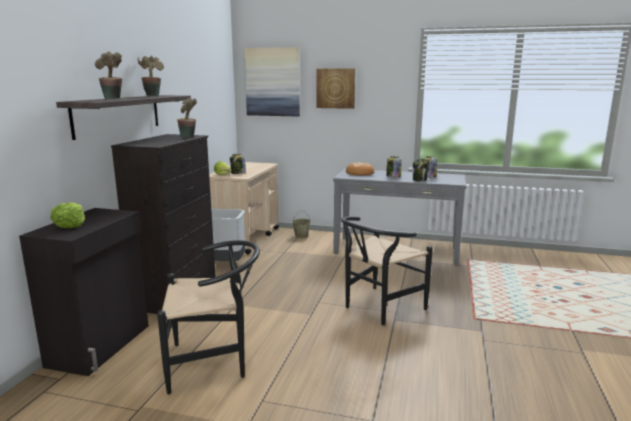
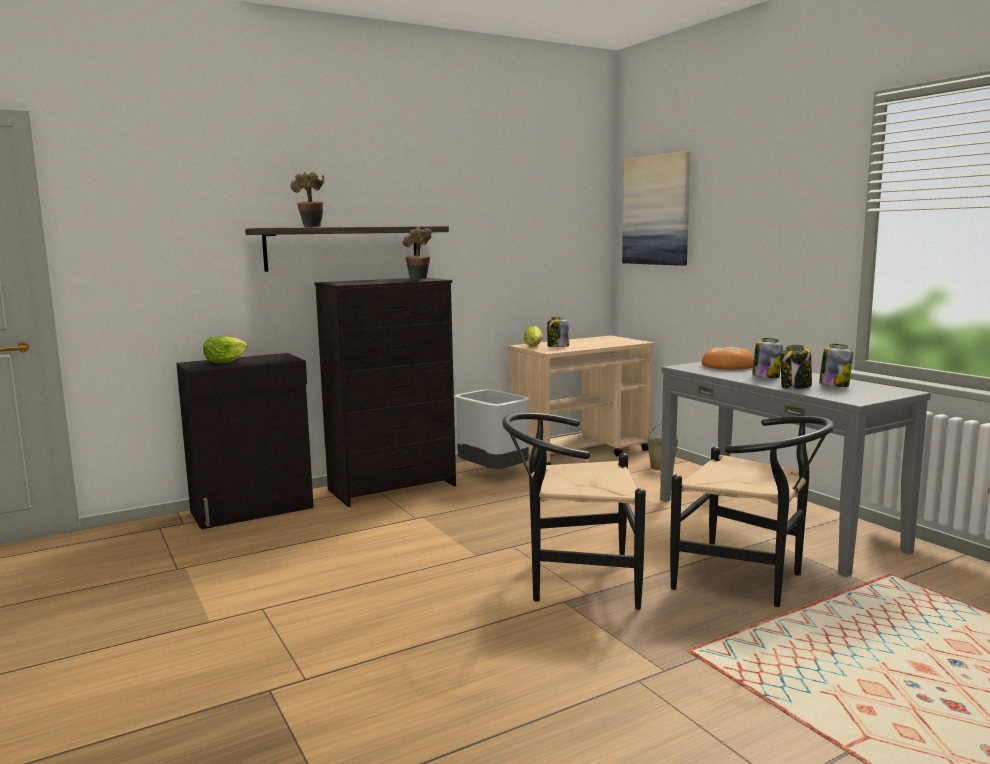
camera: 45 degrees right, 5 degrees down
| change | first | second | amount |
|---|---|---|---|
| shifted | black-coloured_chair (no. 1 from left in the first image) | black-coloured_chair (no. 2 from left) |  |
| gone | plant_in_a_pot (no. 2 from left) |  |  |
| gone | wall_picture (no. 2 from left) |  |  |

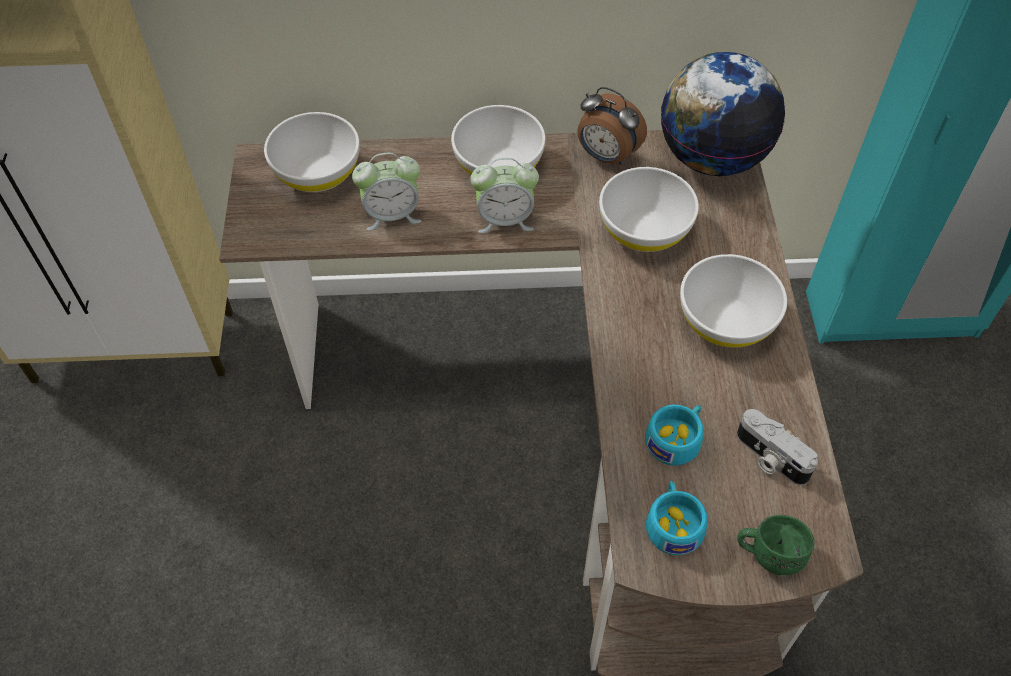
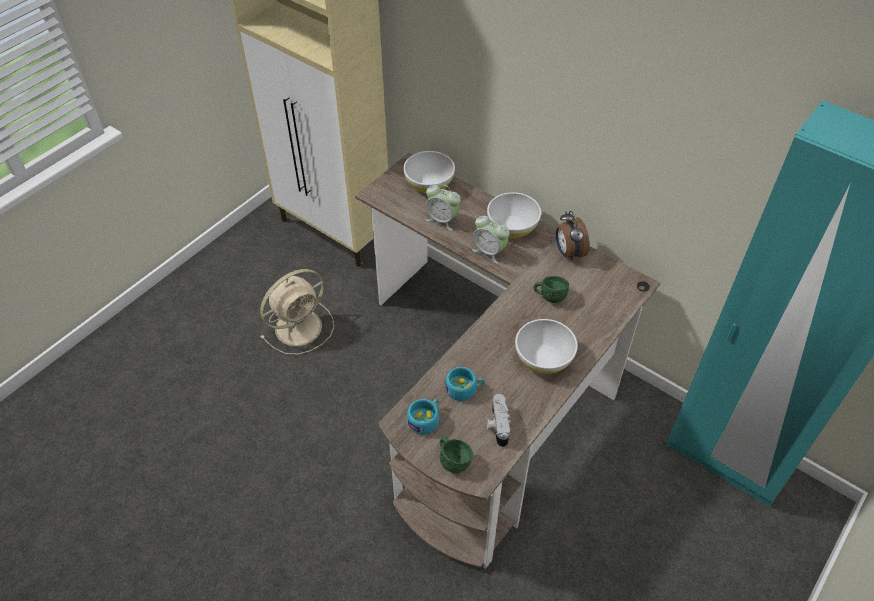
camera: 40 degrees right, 5 degrees down
| change | first | second | amount |
|---|---|---|---|
| new |  | beige-coloured_fan |  |
| swapped | white-coloured_serving_bowl (no. 3 from left) | green-coloured_tea_mug (no. 2 from left) |  |
| gone | world_globe |  |  |

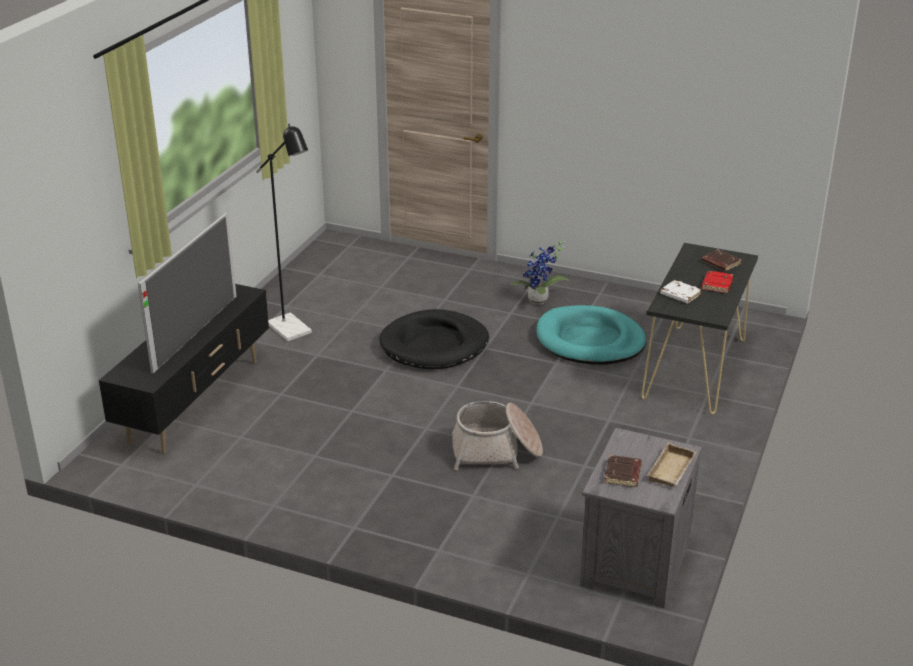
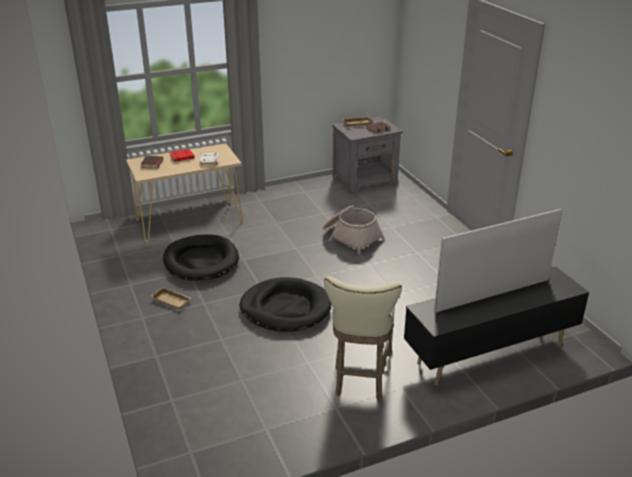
camera: 135 degrees left, 0 degrees up
| change | first | second | amount |
|---|---|---|---|
| repainted | black-coloured_console_table | beige-coloured_console_table |  |
| swapped | plant_in_a_pot | beige-coloured_serving_tray (no. 1 from left) |  |
| repainted | blue-green_pet_bed | black-coloured_pet_bed (no. 1 from left) |  |
| swapped | black-coloured_standard_lamp | beige-coloured_sitting_stool |  |

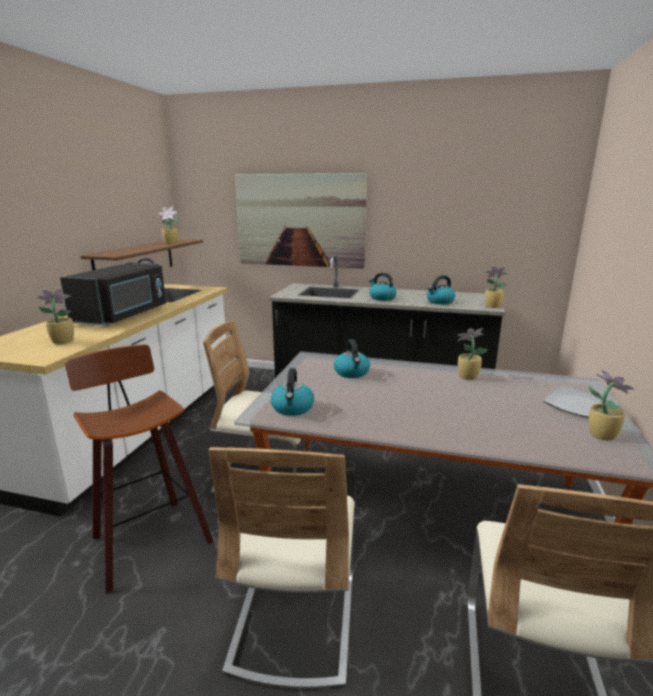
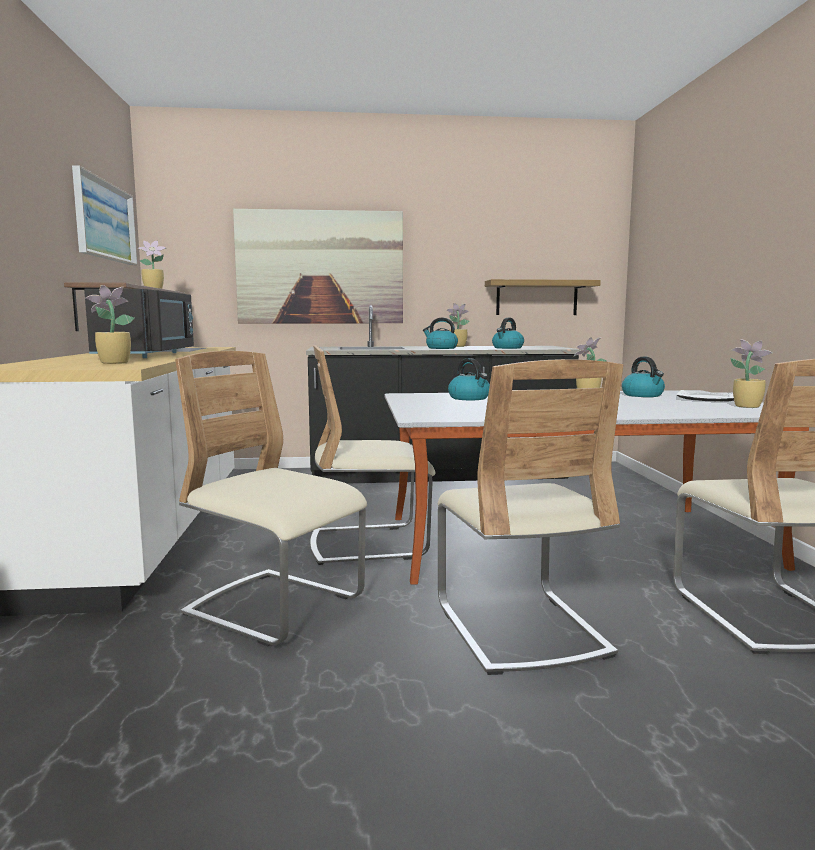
camera: 20 degrees left, 10 degrees down
| change | first | second | amount |
|---|---|---|---|
| new |  | wall_picture (no. 1 from left) |  |
| swapped | sitting_stool | beige-coloured_chair (no. 1 from left) |  |
| shifted | plant_in_a_pot (no. 4 from left in the first image) | plant_in_a_pot (no. 3 from left) |  |
| new |  | wall_shelf (no. 2 from left) |  |
| shifted | water_kettle (no. 1 from left in the first image) | water_kettle (no. 4 from left) |  |

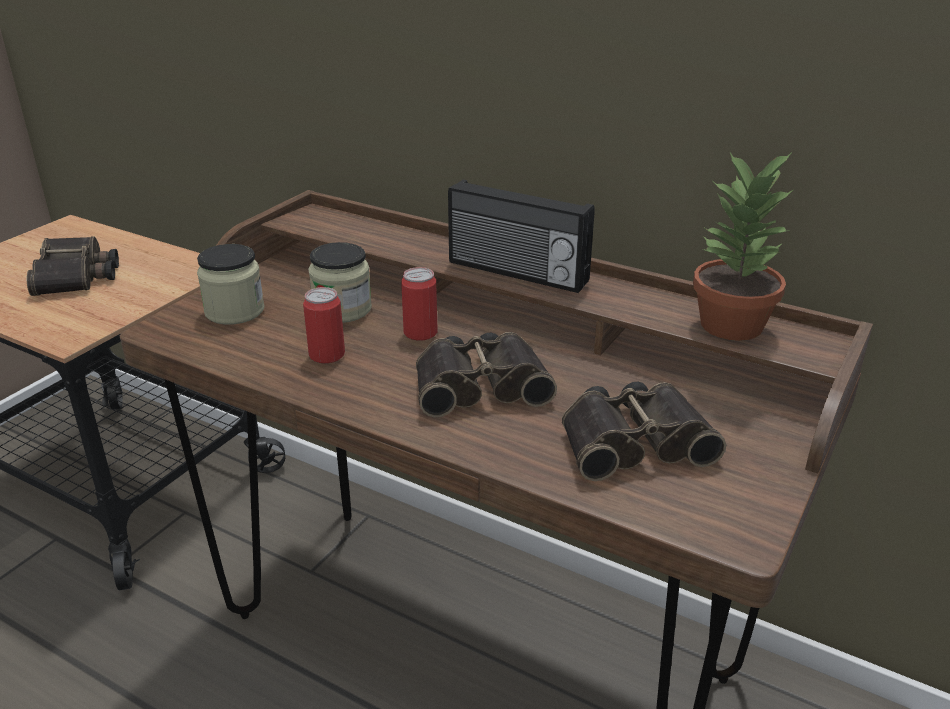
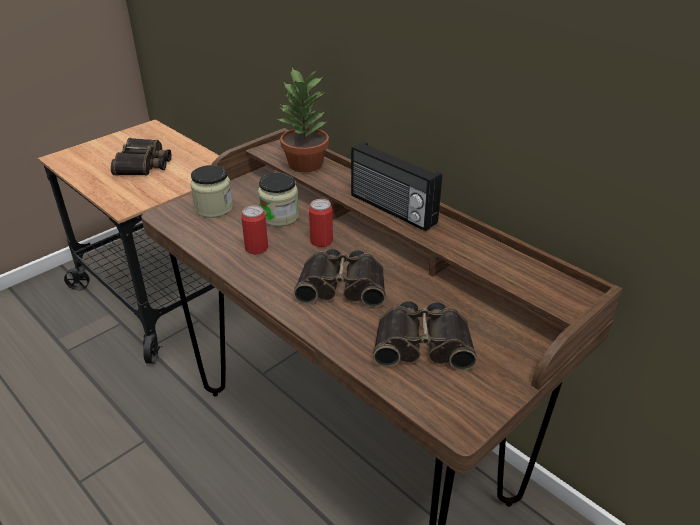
camera: 15 degrees right, 5 degrees up
| change | first | second | amount |
|---|---|---|---|
| shifted | plant_in_a_pot |  |  |

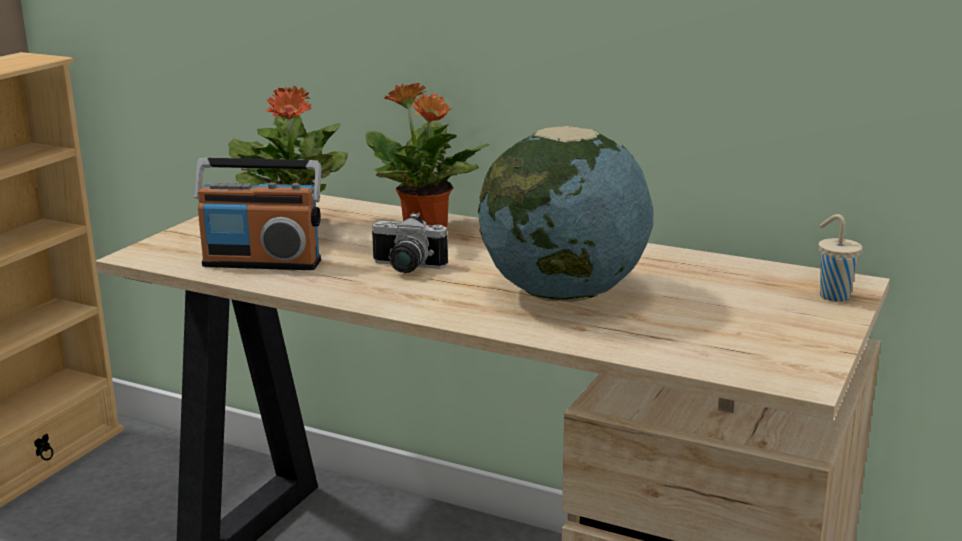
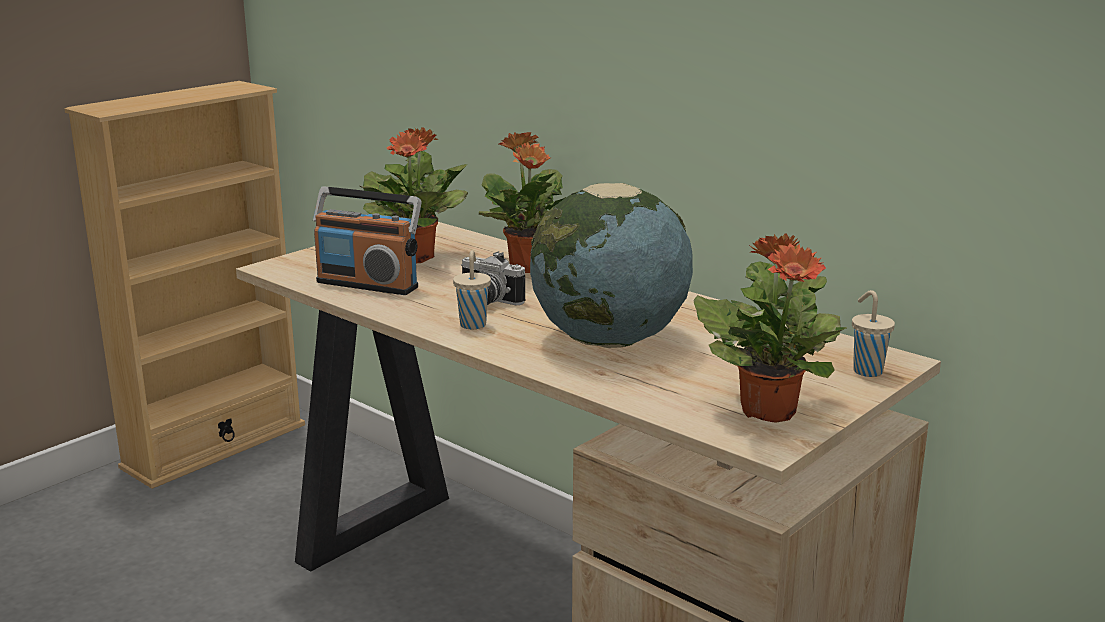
camera: 15 degrees right, 0 degrees up
| change | first | second | amount |
|---|---|---|---|
| new |  | beige-coloured_cup (no. 1 from left) |  |
| new |  | plant_in_a_pot (no. 3 from left) |  |

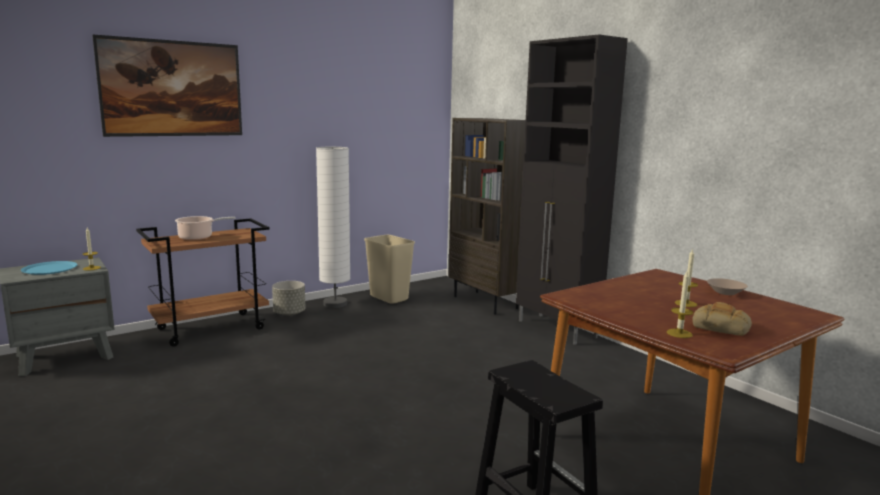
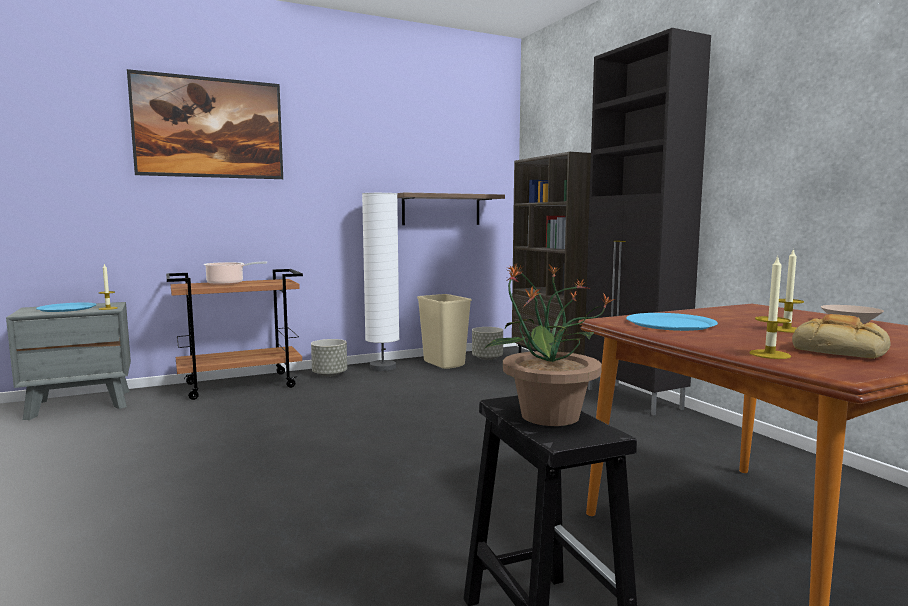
camera: 10 degrees right, 5 degrees down
| change | first | second | amount |
|---|---|---|---|
| new |  | wall_shelf |  |
| new |  | grey_flower_pot (no. 2 from left) |  |
| new |  | plant_in_a_pot |  |
| new |  | bluish_dinner_plate (no. 2 from left) |  |

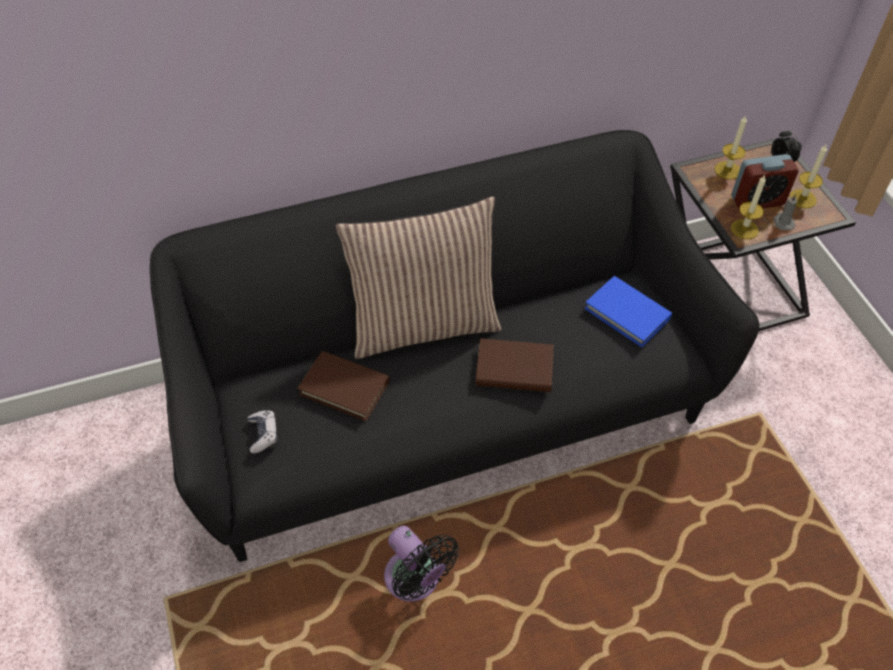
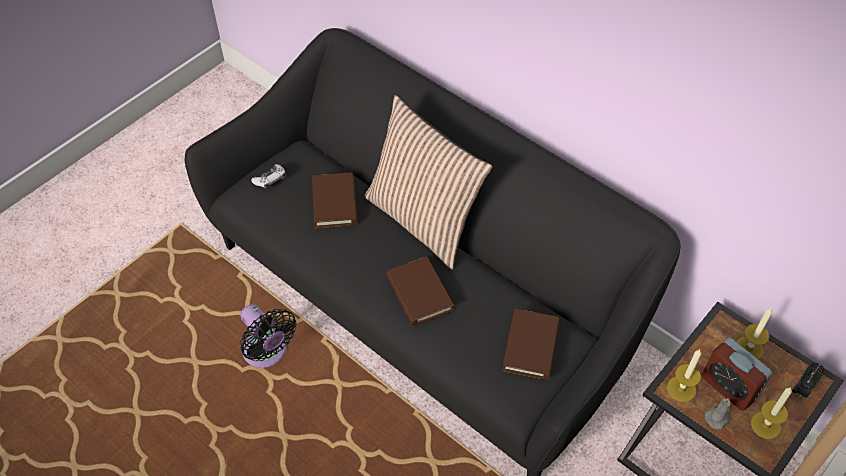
camera: 60 degrees right, 0 degrees up
| change | first | second | amount |
|---|---|---|---|
| rotated | black-coloured_fan |  | 60 degrees counterclockwise |
| repainted | bluish_book | brown-coloured_book (no. 3 from left) |  |

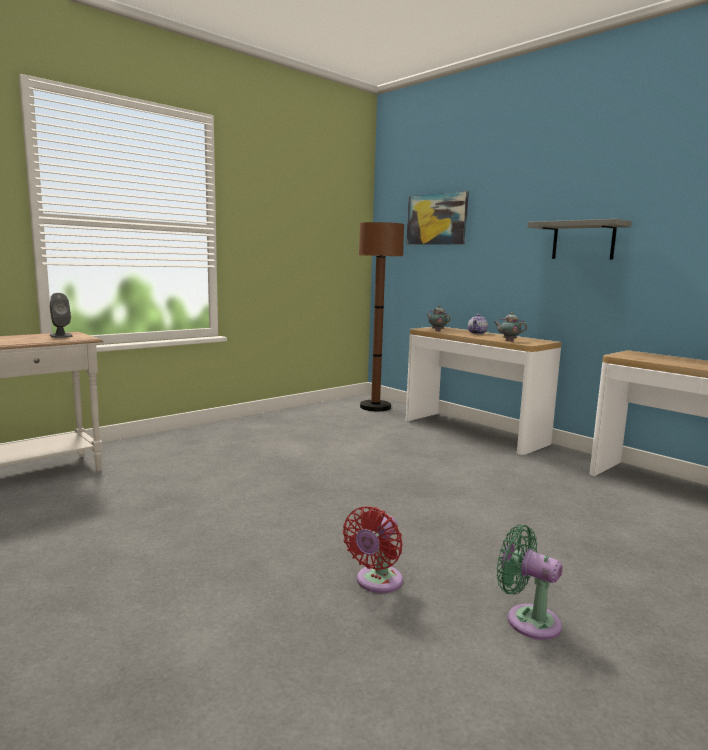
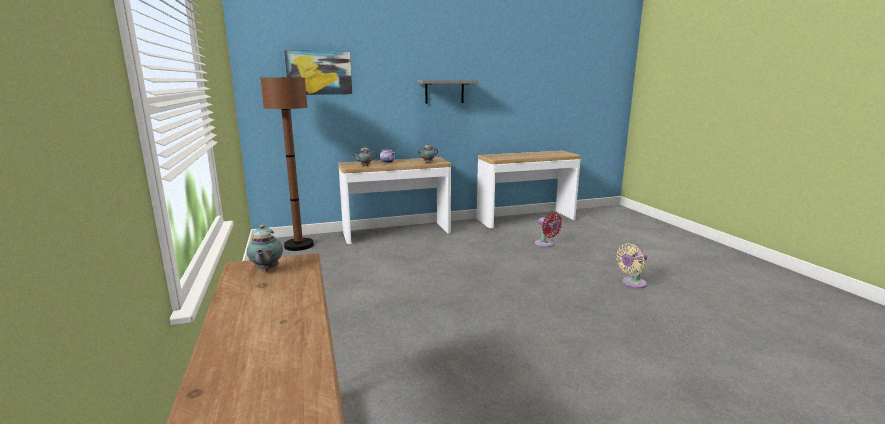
camera: 65 degrees left, 5 degrees up
| change | first | second | amount |
|---|---|---|---|
| swapped | grey_loudspeaker | teapot (no. 1 from left) |  |
| shifted | reddish_fan |  |  |
| repainted | green-coloured_fan | beige-coloured_fan |  |

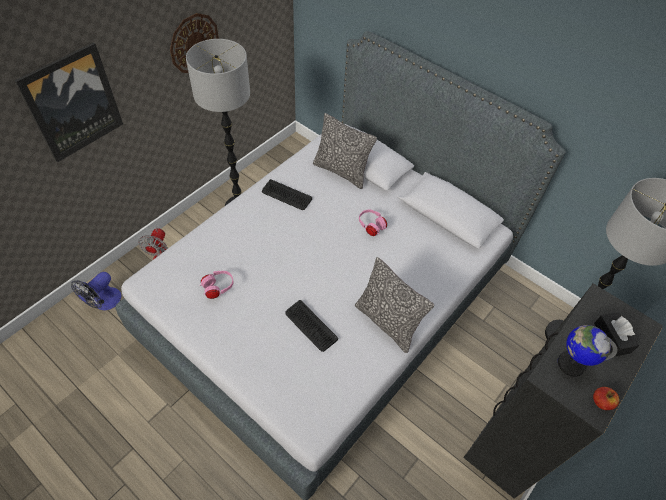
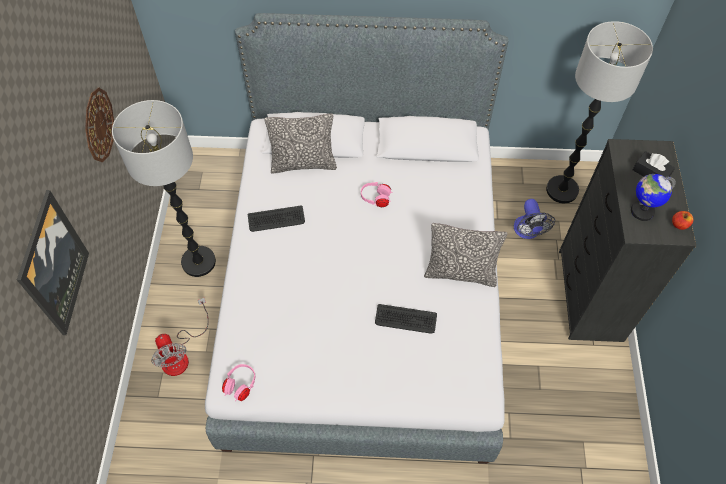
camera: 35 degrees left, 5 degrees up
| change | first | second | amount |
|---|---|---|---|
| shifted | pink_headset (no. 1 from left) |  |  |
| shifted | fan (no. 1 from left in the first image) | fan (no. 2 from left) |  |

